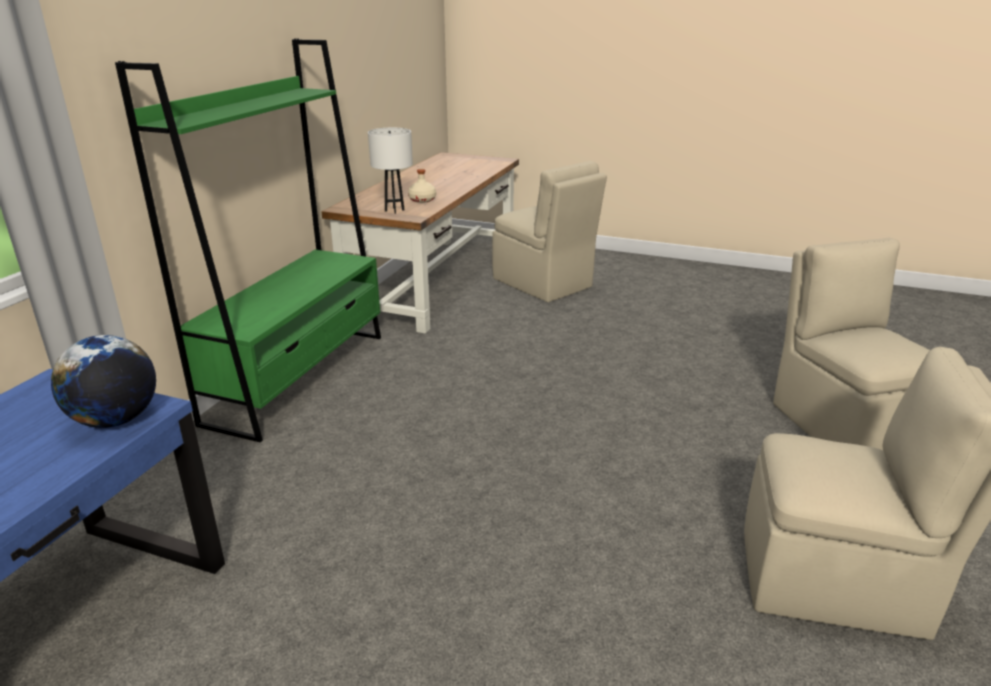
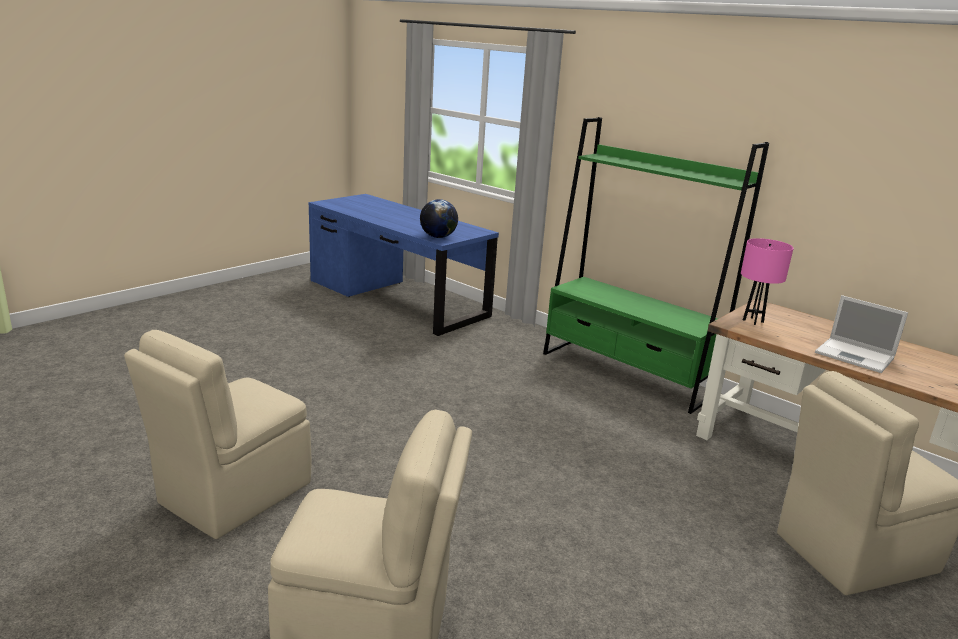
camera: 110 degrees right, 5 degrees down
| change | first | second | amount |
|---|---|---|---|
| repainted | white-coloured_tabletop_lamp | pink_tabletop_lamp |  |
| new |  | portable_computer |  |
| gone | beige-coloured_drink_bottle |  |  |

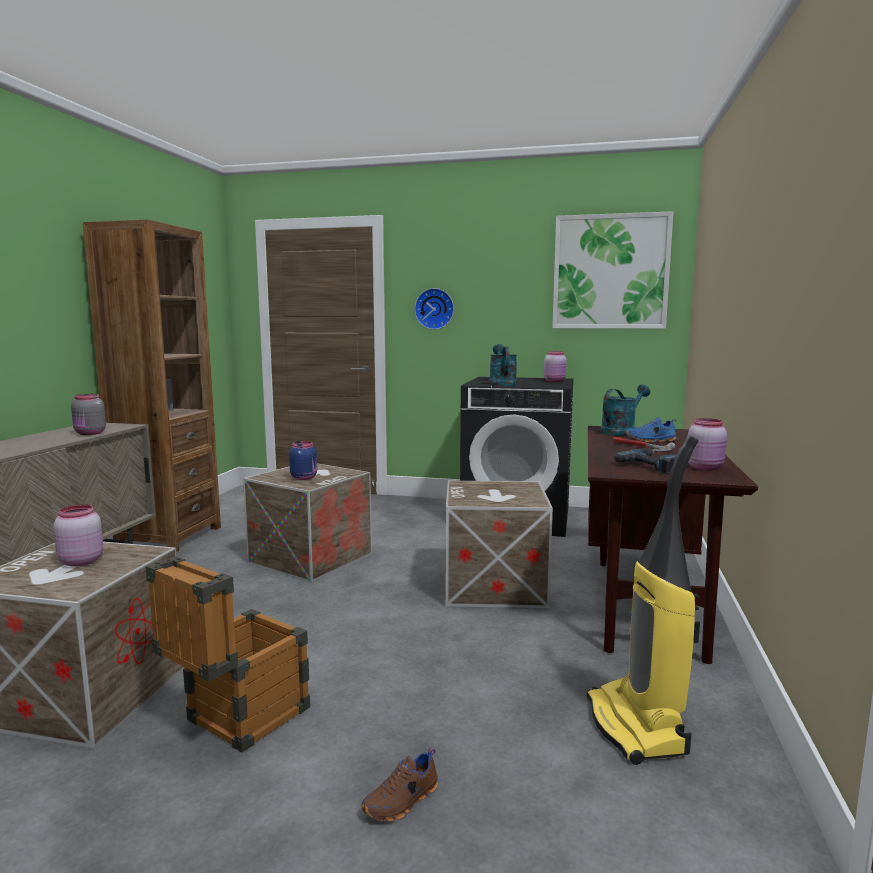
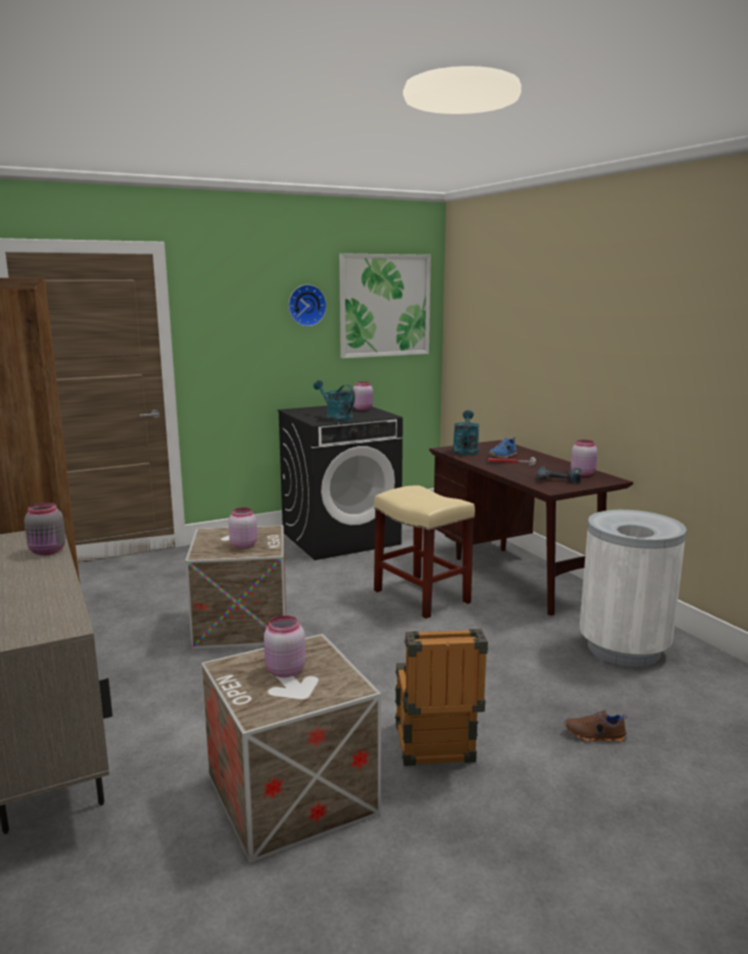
camera: 40 degrees left, 5 degrees up
| change | first | second | amount |
|---|---|---|---|
| repainted | bluish_storage_jar | pink_storage_jar (no. 1 from left) |  |
| shifted | wall_clock |  |  |
| swapped | crate (no. 4 from left) | beige-coloured_sitting_stool |  |
| rotated | brown-coloured_low_shoe |  | 90 degrees clockwise |
| swapped | vacuum_cleaner | white-coloured_rubbish_bin |  |

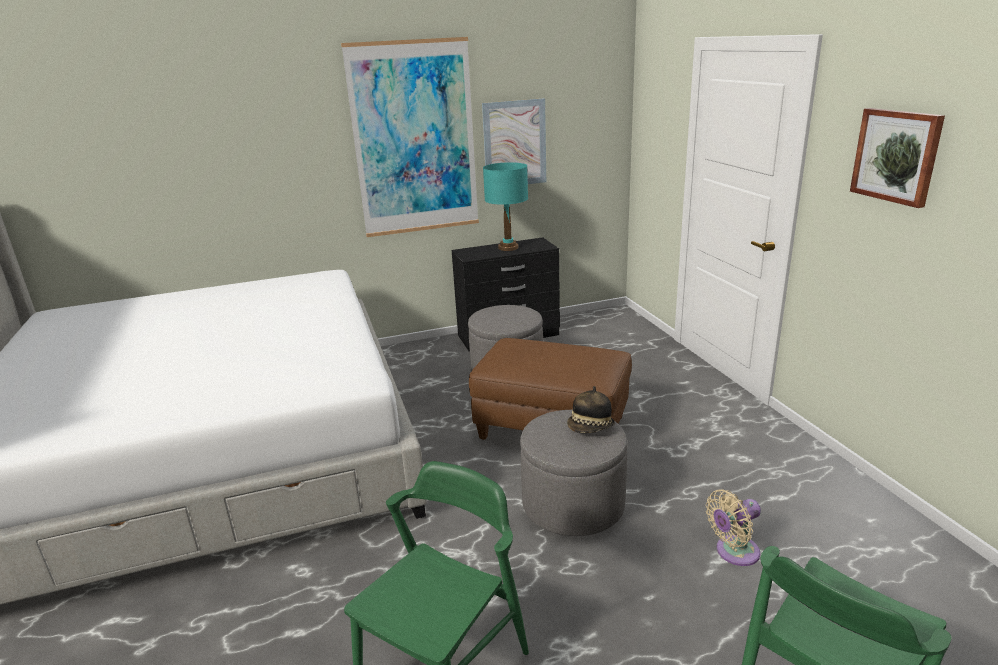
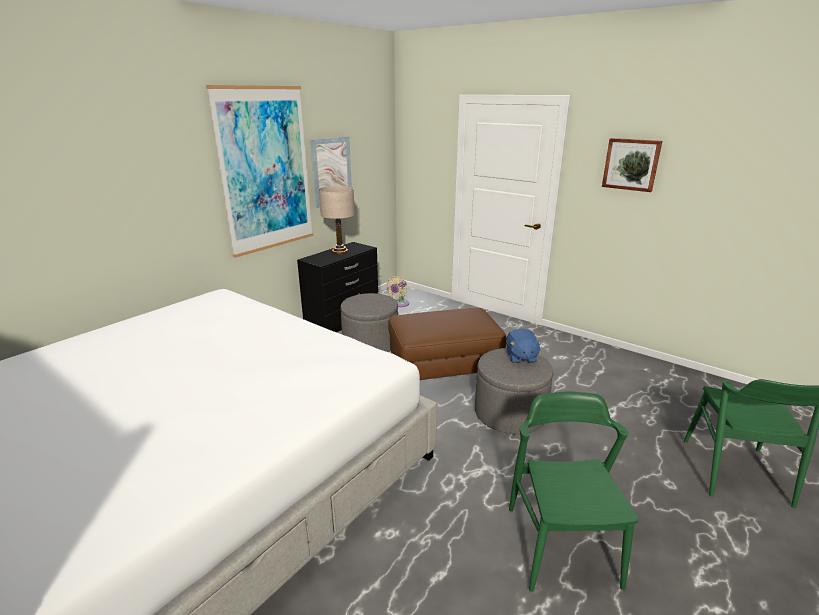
camera: 35 degrees left, 0 degrees up
| change | first | second | amount |
|---|---|---|---|
| repainted | blue-green_tabletop_lamp | beige-coloured_tabletop_lamp |  |
| shifted | beige-coloured_fan |  |  |
| swapped | clothing_hat | bluish_cuddly_toy |  |

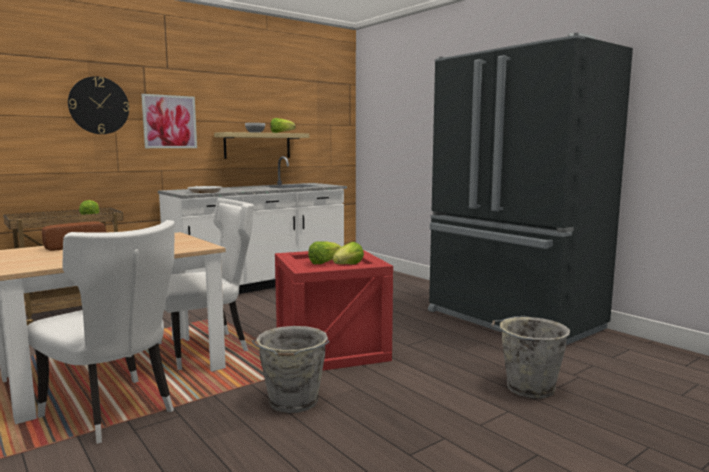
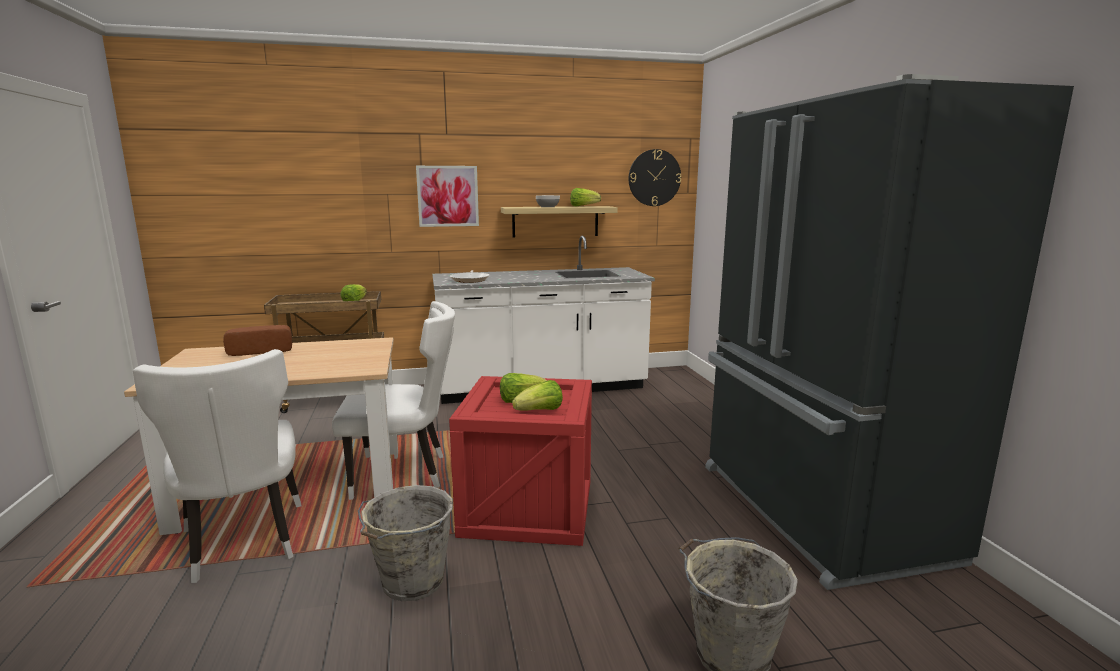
camera: 25 degrees right, 5 degrees up
| change | first | second | amount |
|---|---|---|---|
| shifted | wall_clock |  |  |

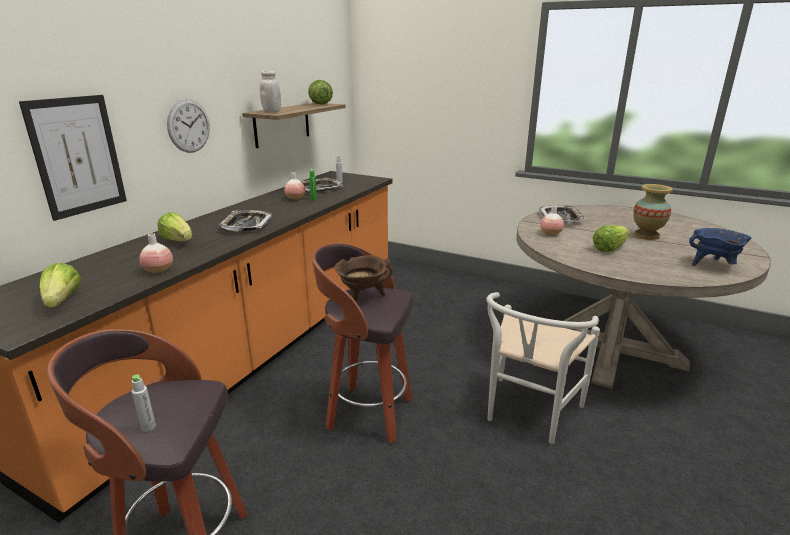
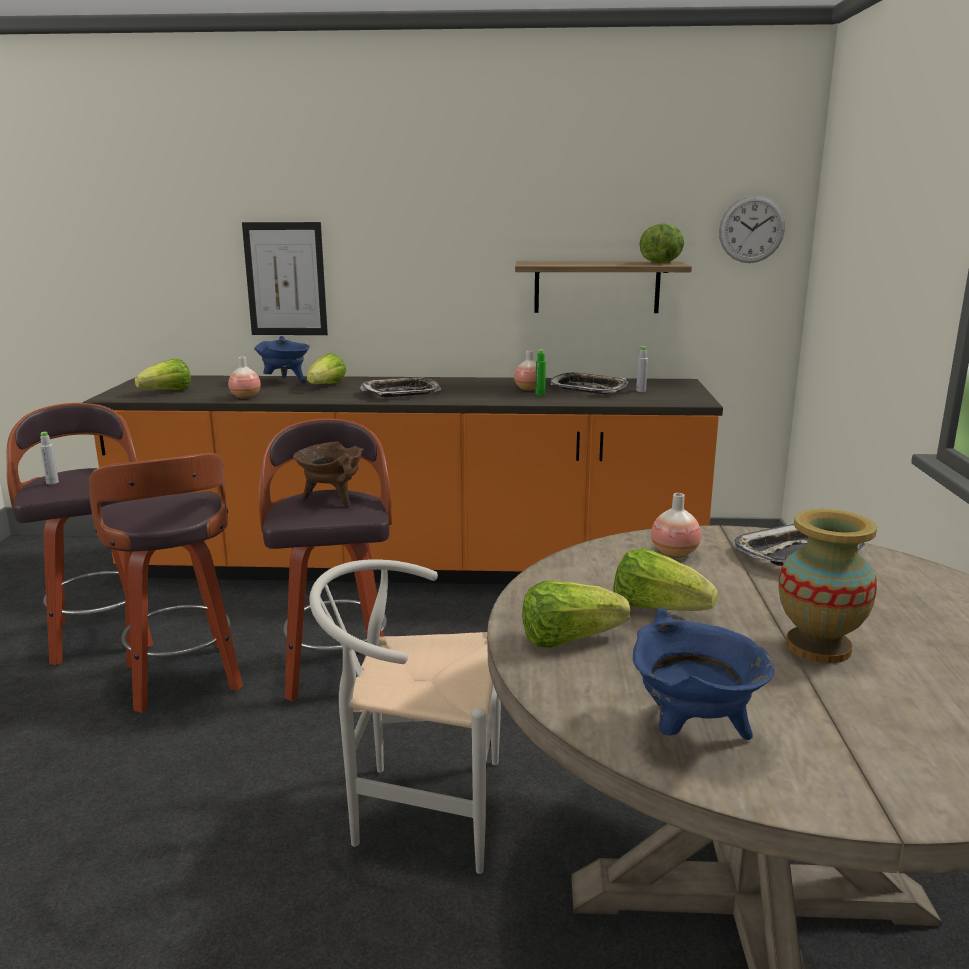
camera: 65 degrees right, 5 degrees down
| change | first | second | amount |
|---|---|---|---|
| new |  | sitting_stool (no. 2 from left) |  |
| new |  | bluish_saucepot (no. 1 from left) |  |
| new |  | lettuce (no. 3 from left) |  |
| shifted | wall_clock |  |  |
| gone | white-coloured_storage_jar |  |  |

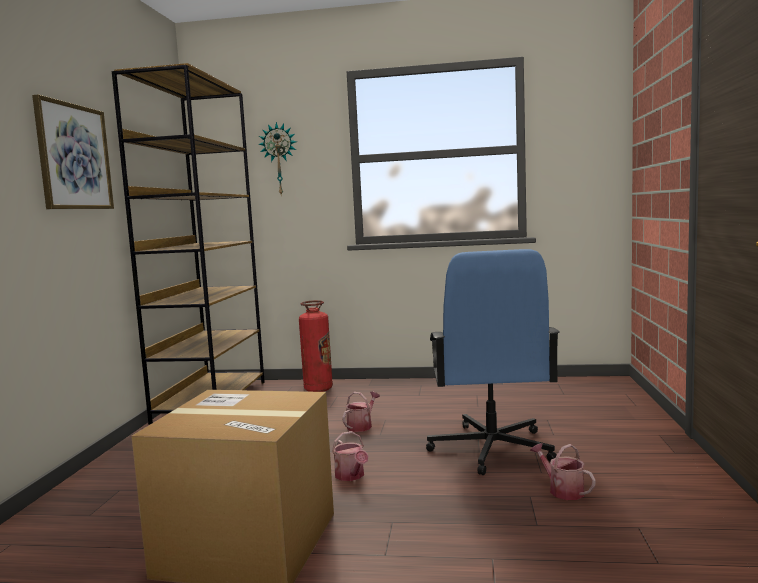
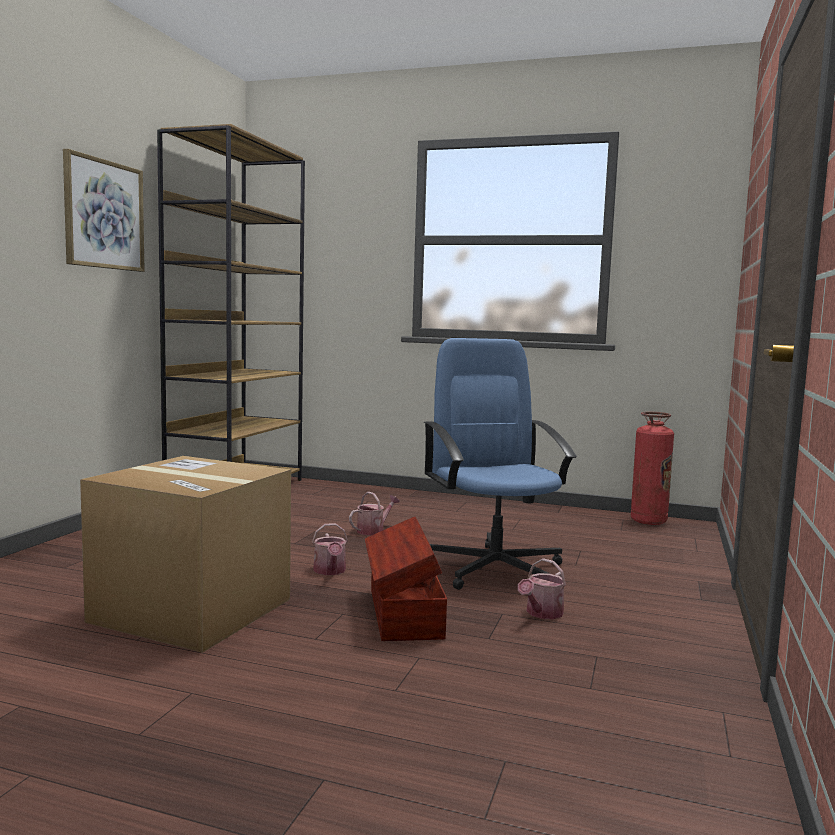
camera: 10 degrees right, 0 degrees up
| change | first | second | amount |
|---|---|---|---|
| new |  | brown-coloured_storage_bin |  |
| rotated | bluish_desk_chair |  | 150 degrees clockwise |
| rotated | watering_pot (no. 3 from left) |  | 120 degrees counterclockwise |
| shifted | fire-fighting_cylinder |  |  |
| gone | wall_clock |  |  |

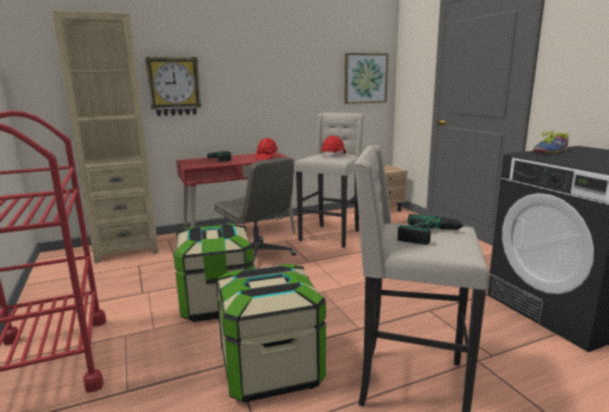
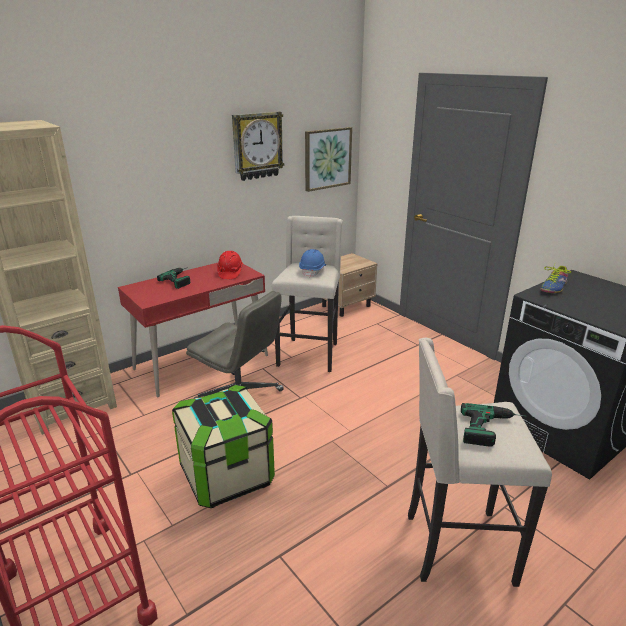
camera: 15 degrees left, 10 degrees up
| change | first | second | amount |
|---|---|---|---|
| shifted | wall_clock |  |  |
| repainted | reddish_safety_helmet (no. 2 from left) | bluish_safety_helmet |  |
| gone | storage_bin (no. 2 from left) |  |  |

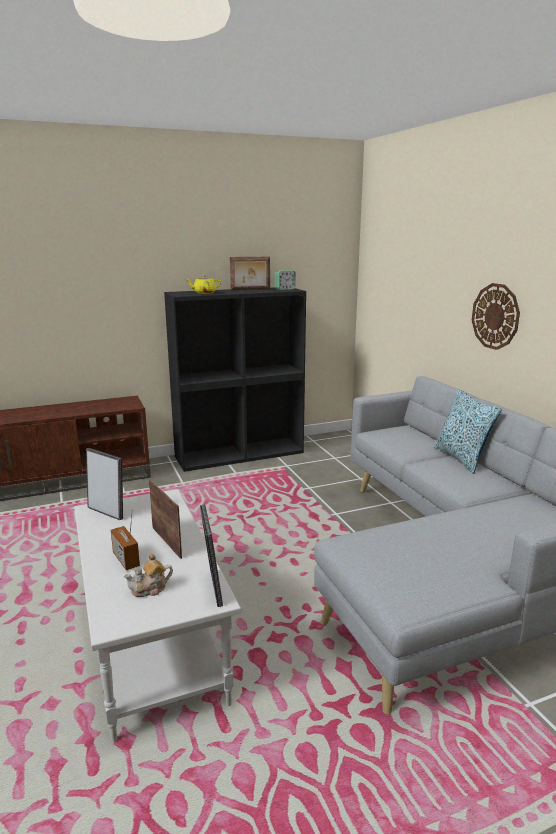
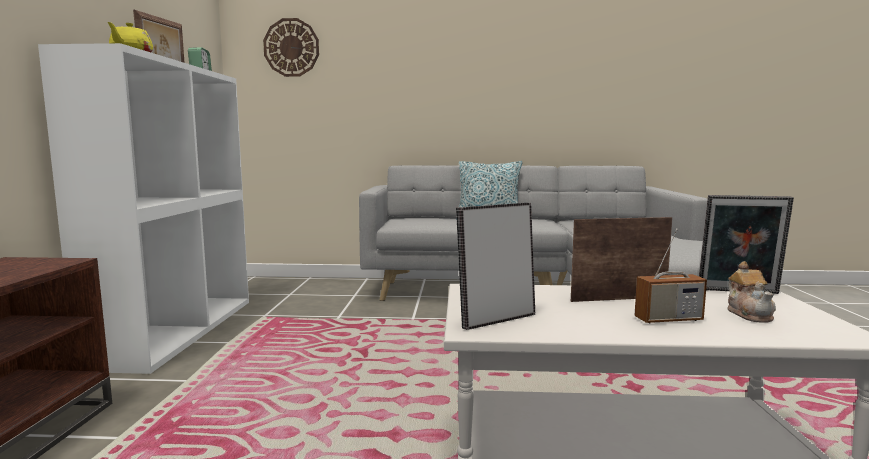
camera: 65 degrees left, 10 degrees down
| change | first | second | amount |
|---|---|---|---|
| repainted | black-coloured_bookcase | white-coloured_bookcase |  |
| shifted | wall_clock |  |  |

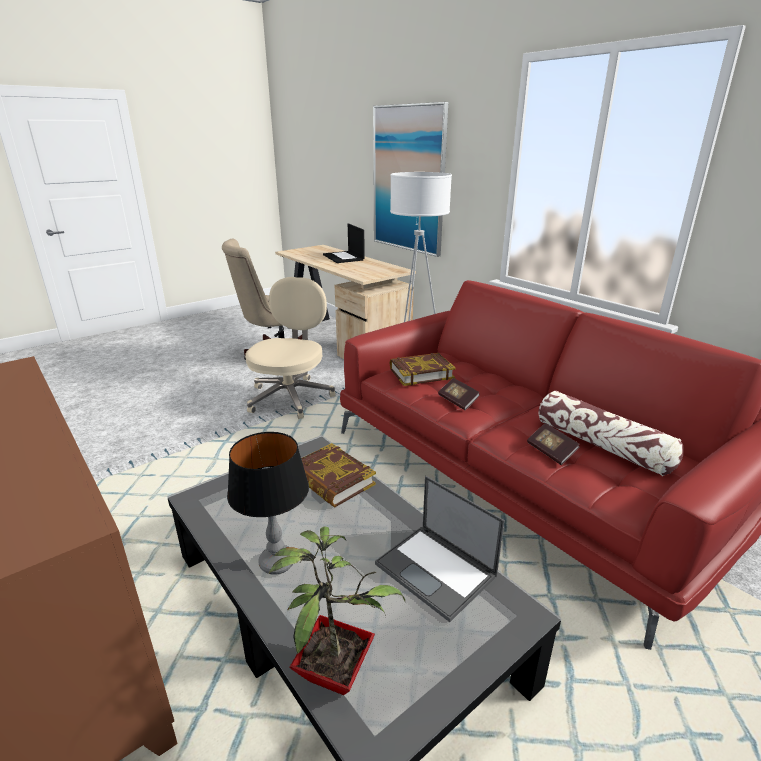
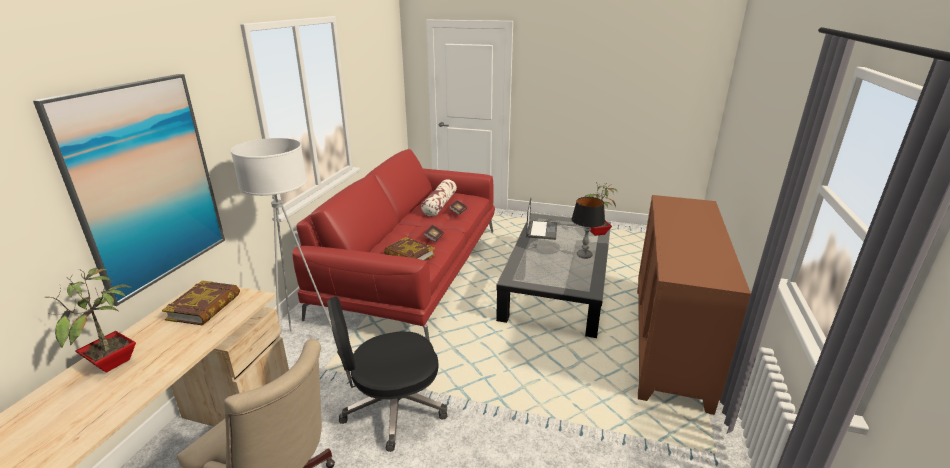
camera: 125 degrees left, 0 degrees up
| change | first | second | amount |
|---|---|---|---|
| swapped | portable_computer (no. 1 from left) | plant_in_a_pot (no. 1 from left) |  |
| shifted | book (no. 1 from left) |  |  |
| repainted | beige-coloured_desk_chair (no. 2 from left) | black-coloured_desk_chair |  |

